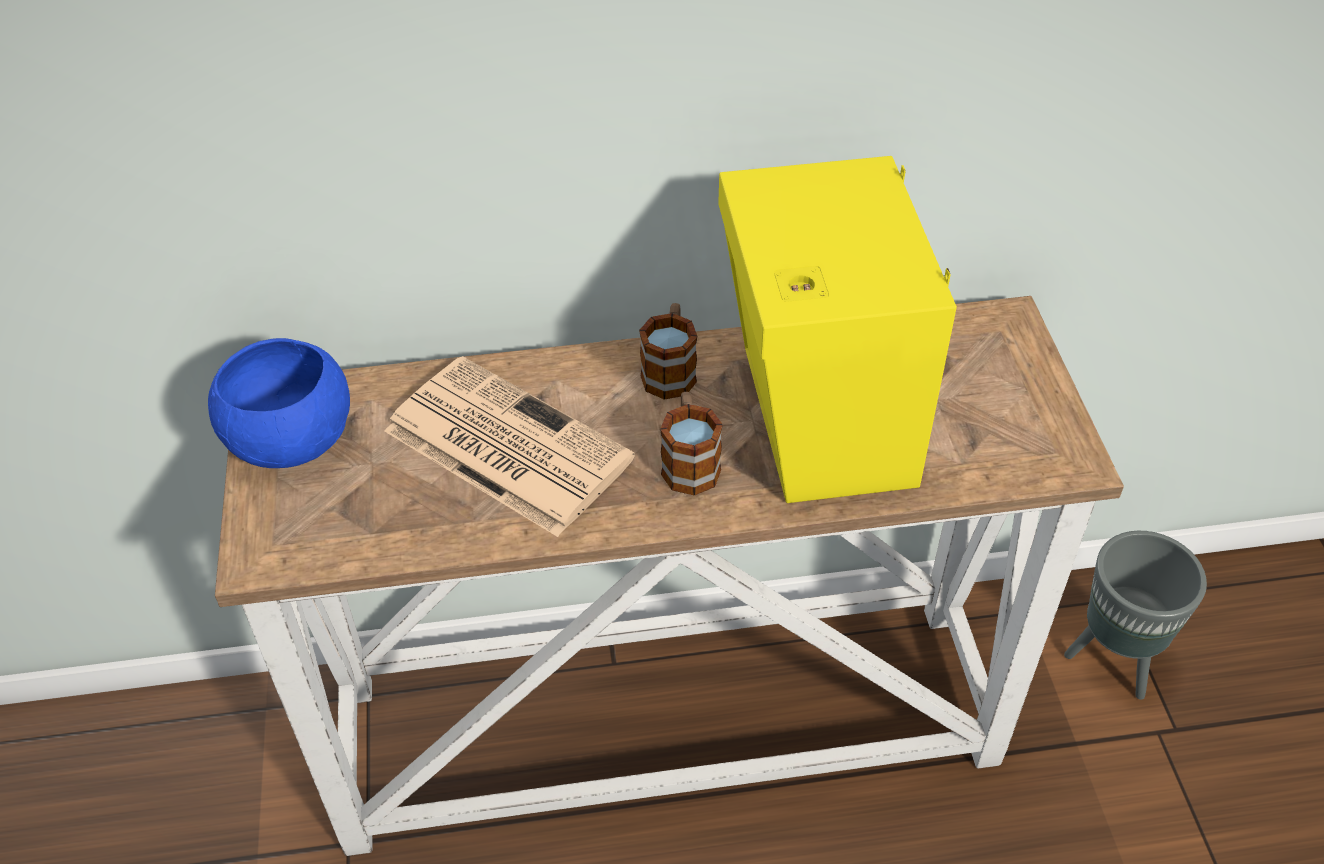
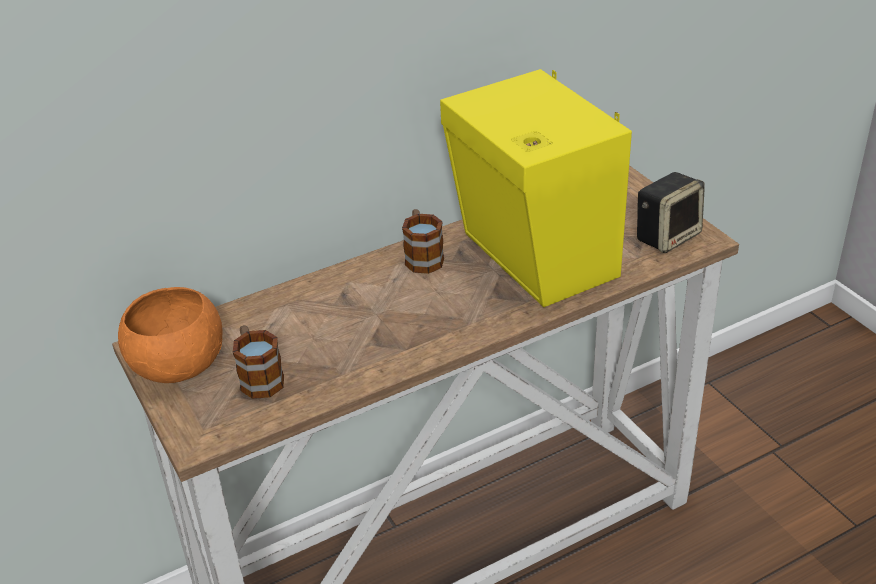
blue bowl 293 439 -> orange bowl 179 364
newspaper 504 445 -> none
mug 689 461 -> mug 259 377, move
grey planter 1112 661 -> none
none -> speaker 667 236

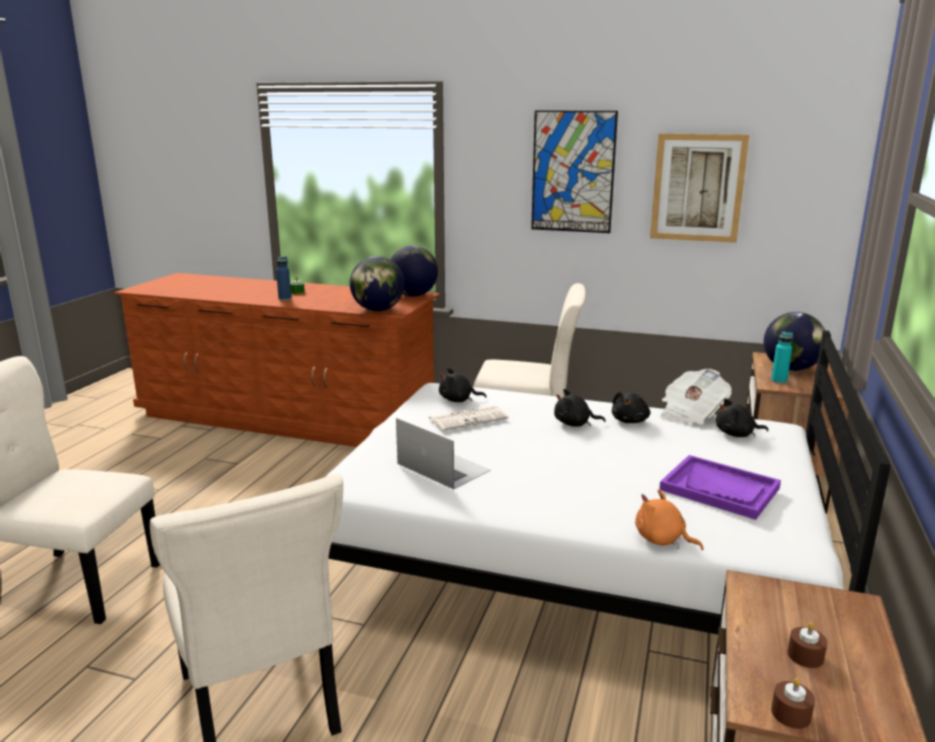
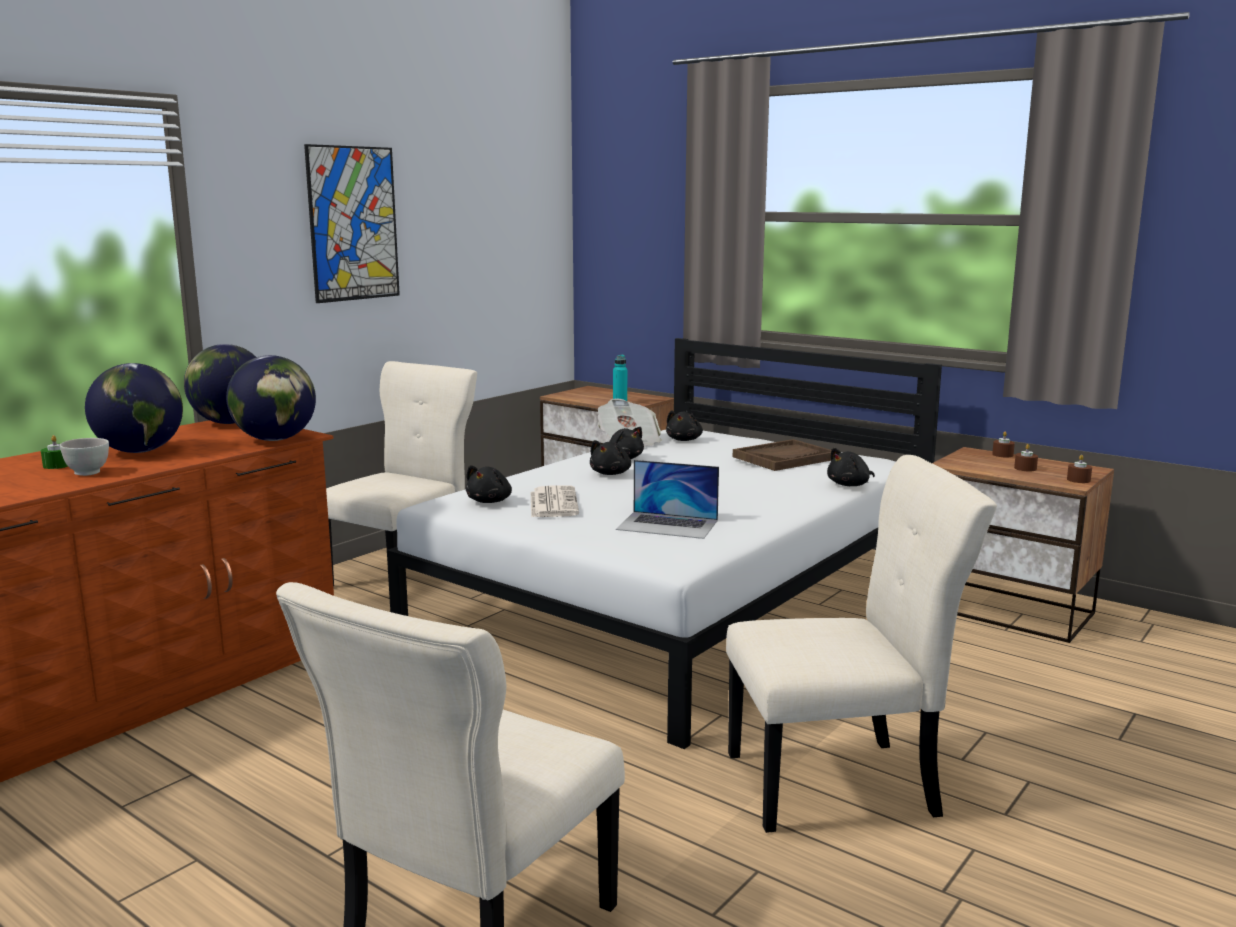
blue bottle 285 299 -> white bowl 88 473
laptop 443 467 -> laptop 668 525, 135 degrees counterclockwise
orange plush toy 662 540 -> black plush toy 850 485
picture 697 188 -> none
purple tray 720 489 -> brown tray 784 458
globe 790 369 -> globe 140 451, move
none -> brown candle 1002 455

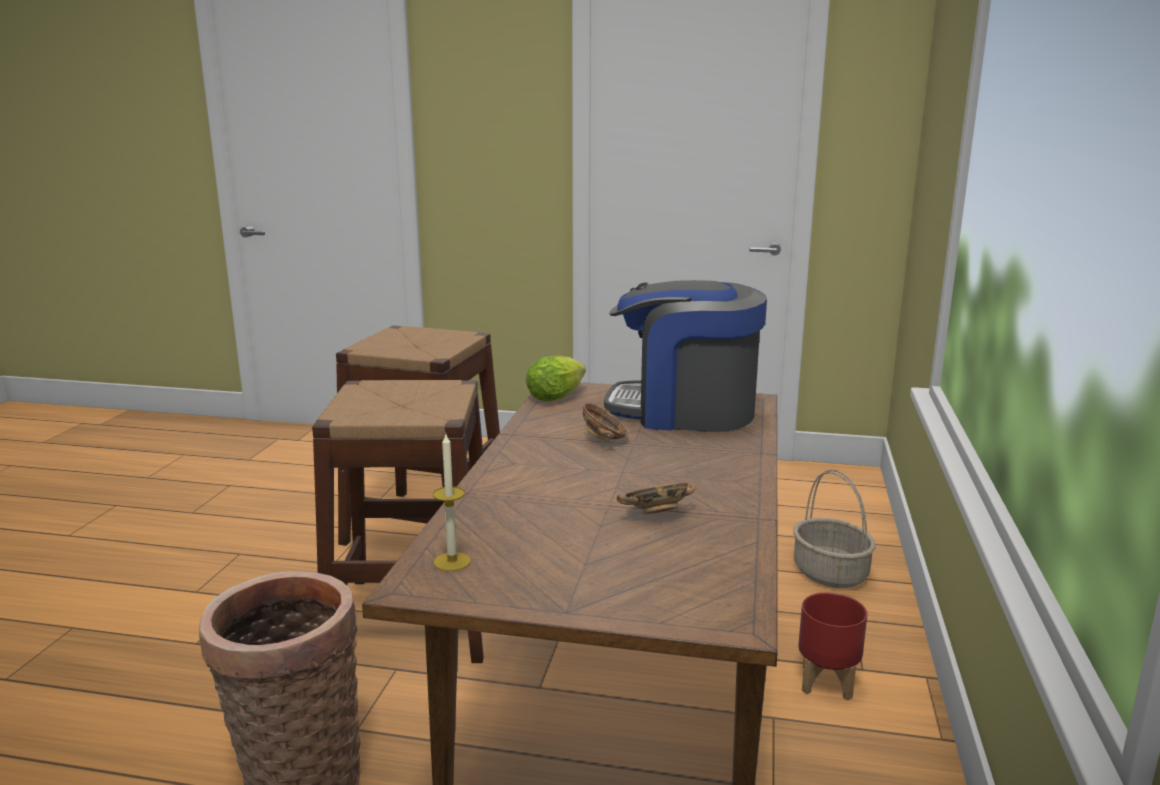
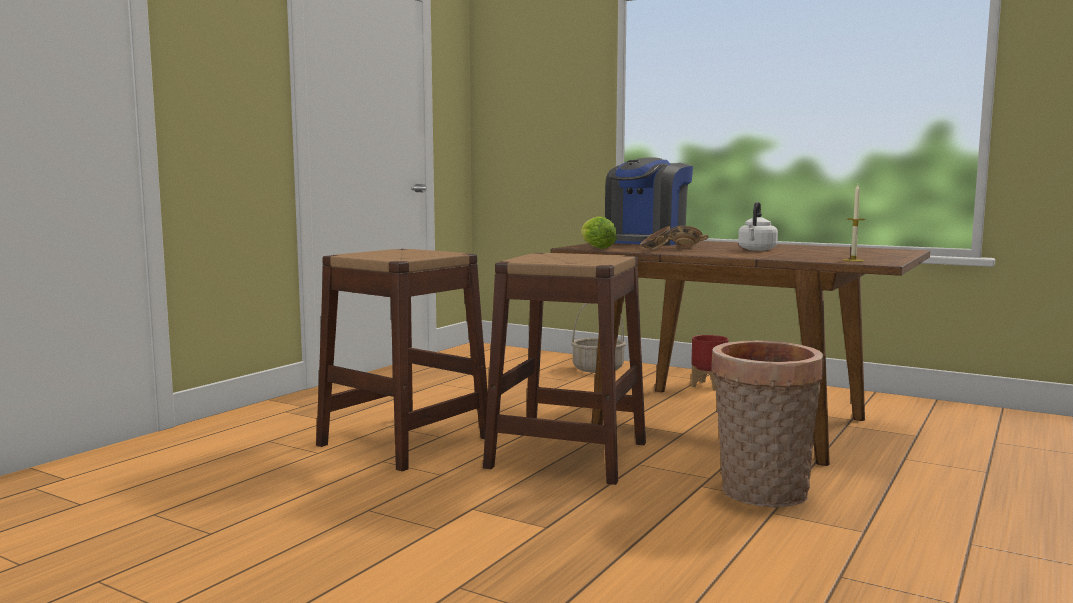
bowl 656 514 -> bowl 654 250, move
none -> white kettle 756 250

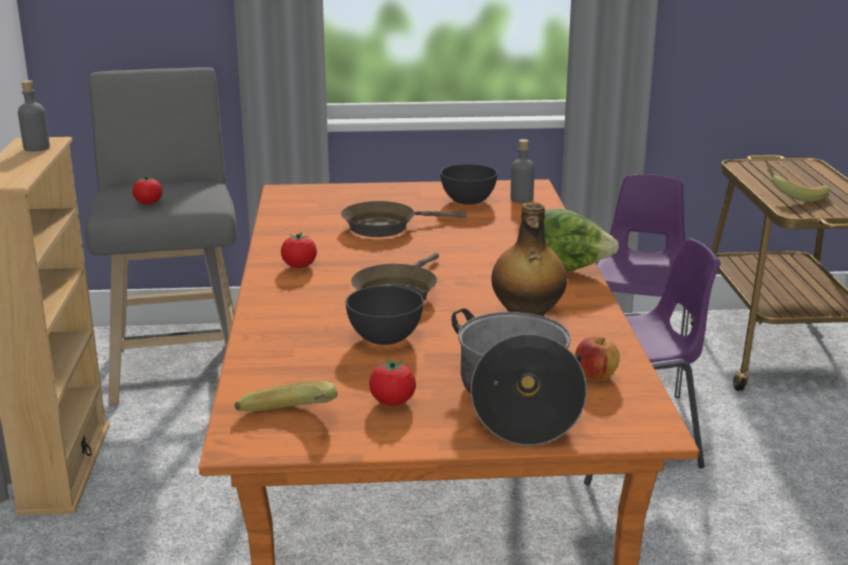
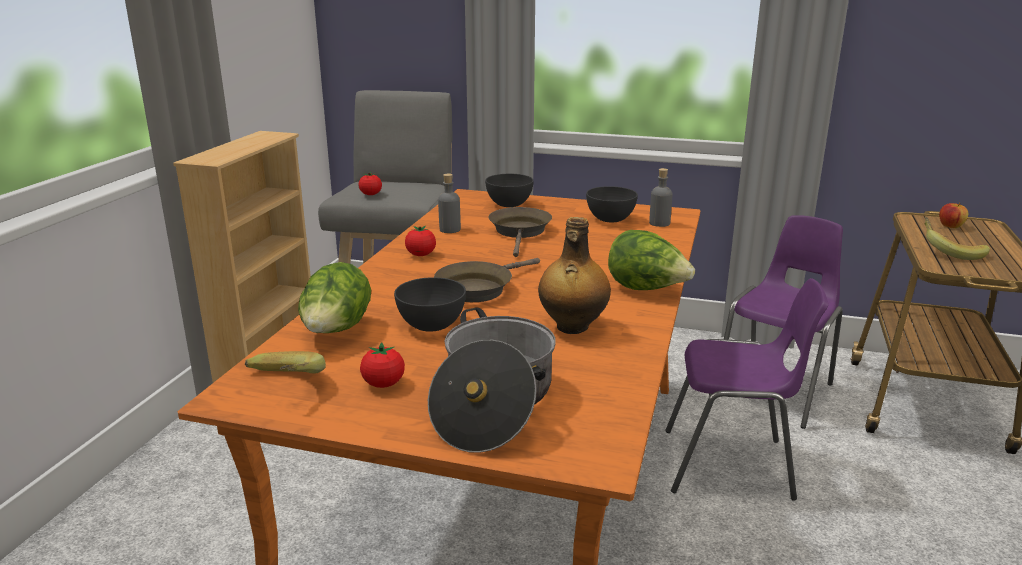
grey bottle 36 148 -> grey bottle 450 229, move
brown frying pan 385 227 -> brown frying pan 520 232, 90 degrees clockwise
apple 595 376 -> apple 950 226, move
none -> lettuce 336 332
none -> grey bowl 509 204

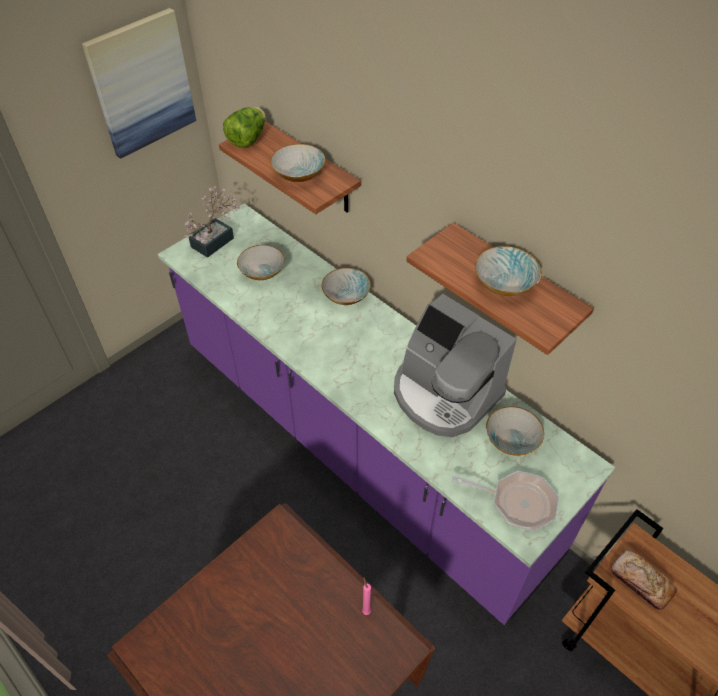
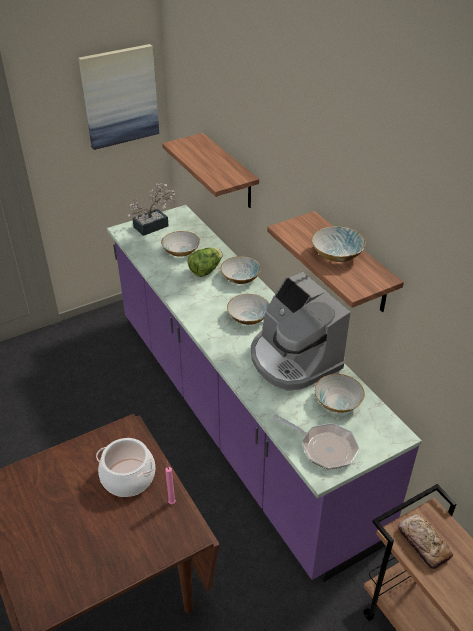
lettuce 247 139 -> lettuce 205 270, move
bowl 298 174 -> bowl 248 318, move
none -> cooking pot 128 477

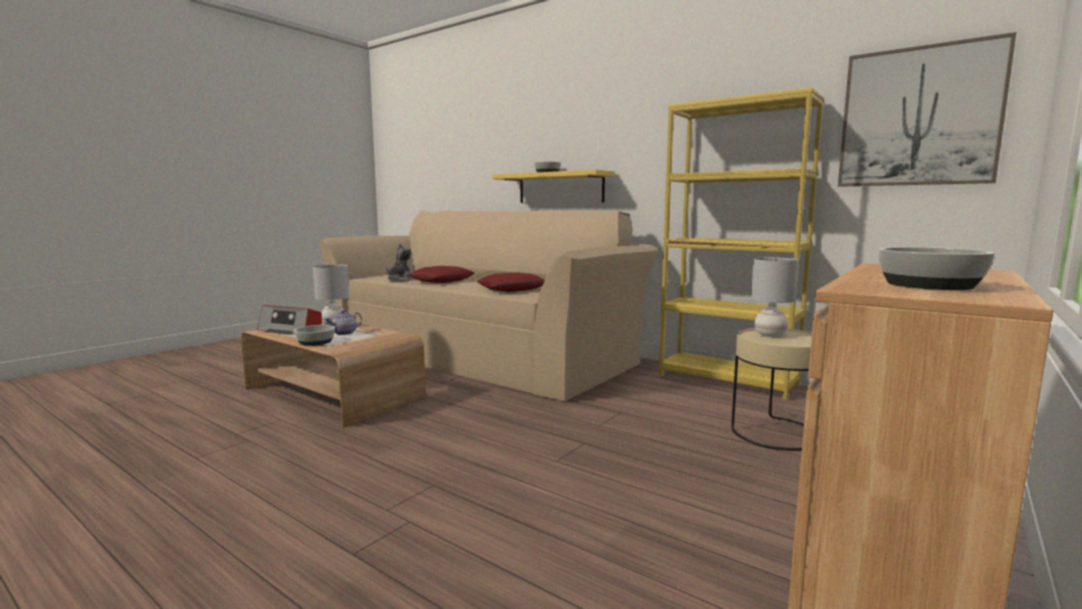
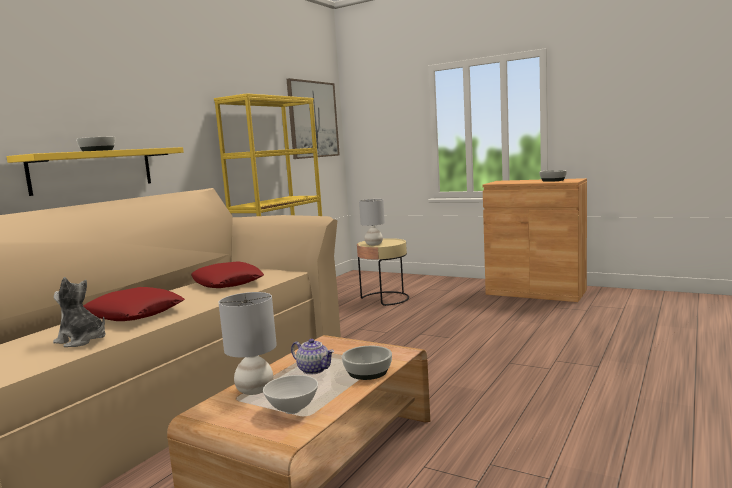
radio 291 330 -> white bowl 292 409

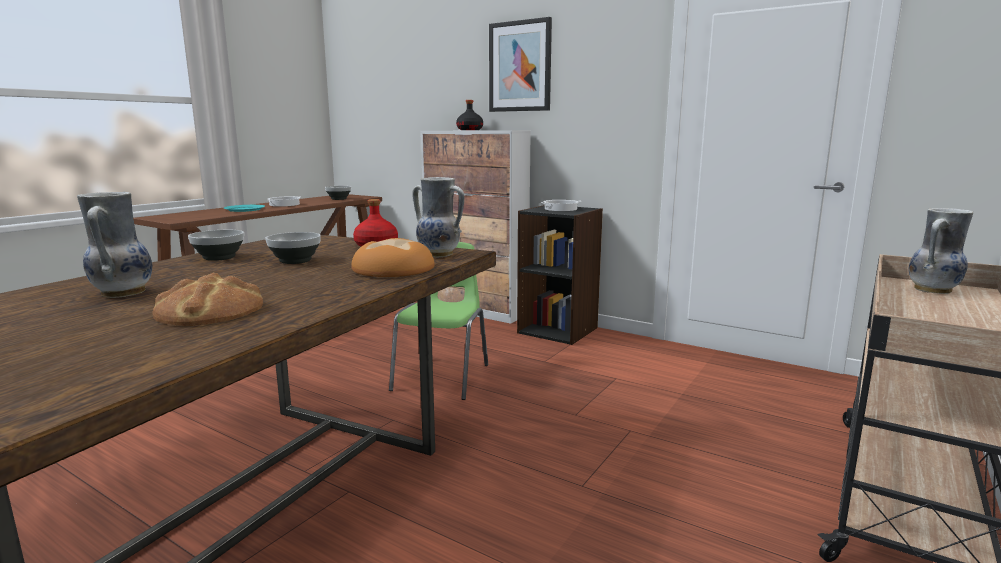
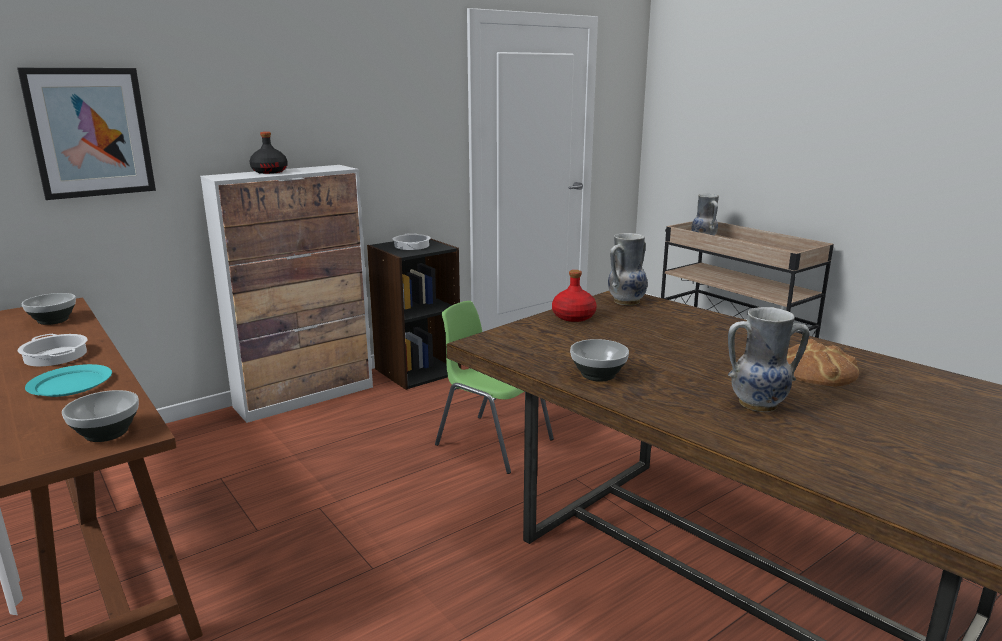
bowl 296 261 -> bowl 107 433, move
bread 394 269 -> none
picture 520 66 -> picture 90 133, move

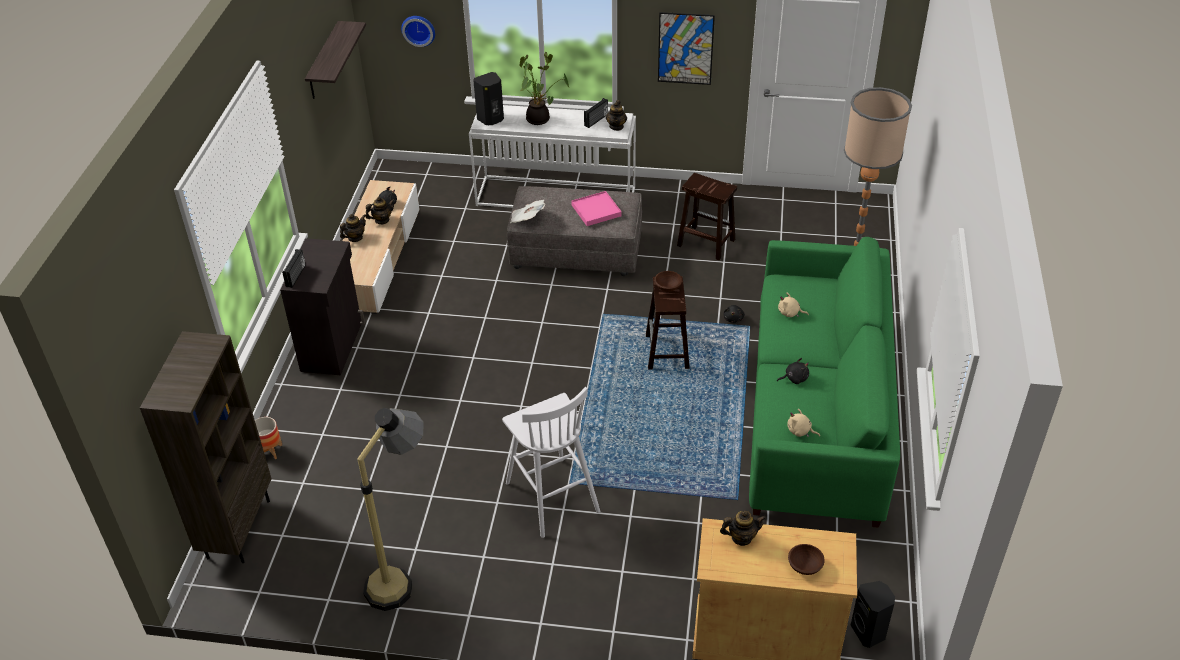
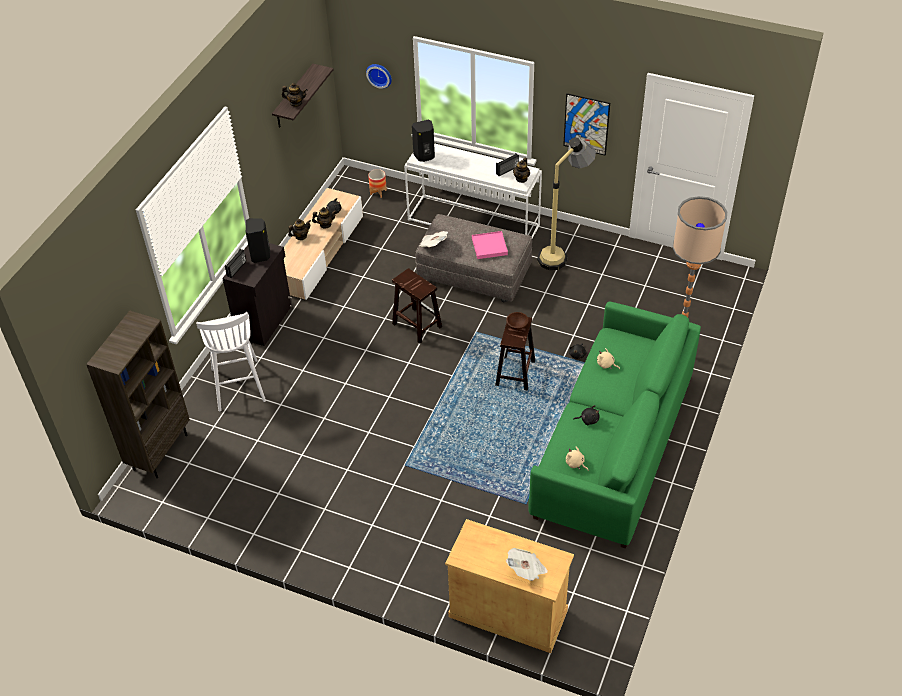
planter 270 450 -> planter 378 192, move
floor lamp 404 575 -> floor lamp 562 253, move
white stool 551 496 -> white stool 238 384, move
potted plant 540 119 -> none
brown stool 705 242 -> brown stool 416 325, move
teapot 741 537 -> teapot 296 103, move
brown bowl 805 565 -> newspaper 526 570
black speaker 869 632 -> black speaker 261 255, move

